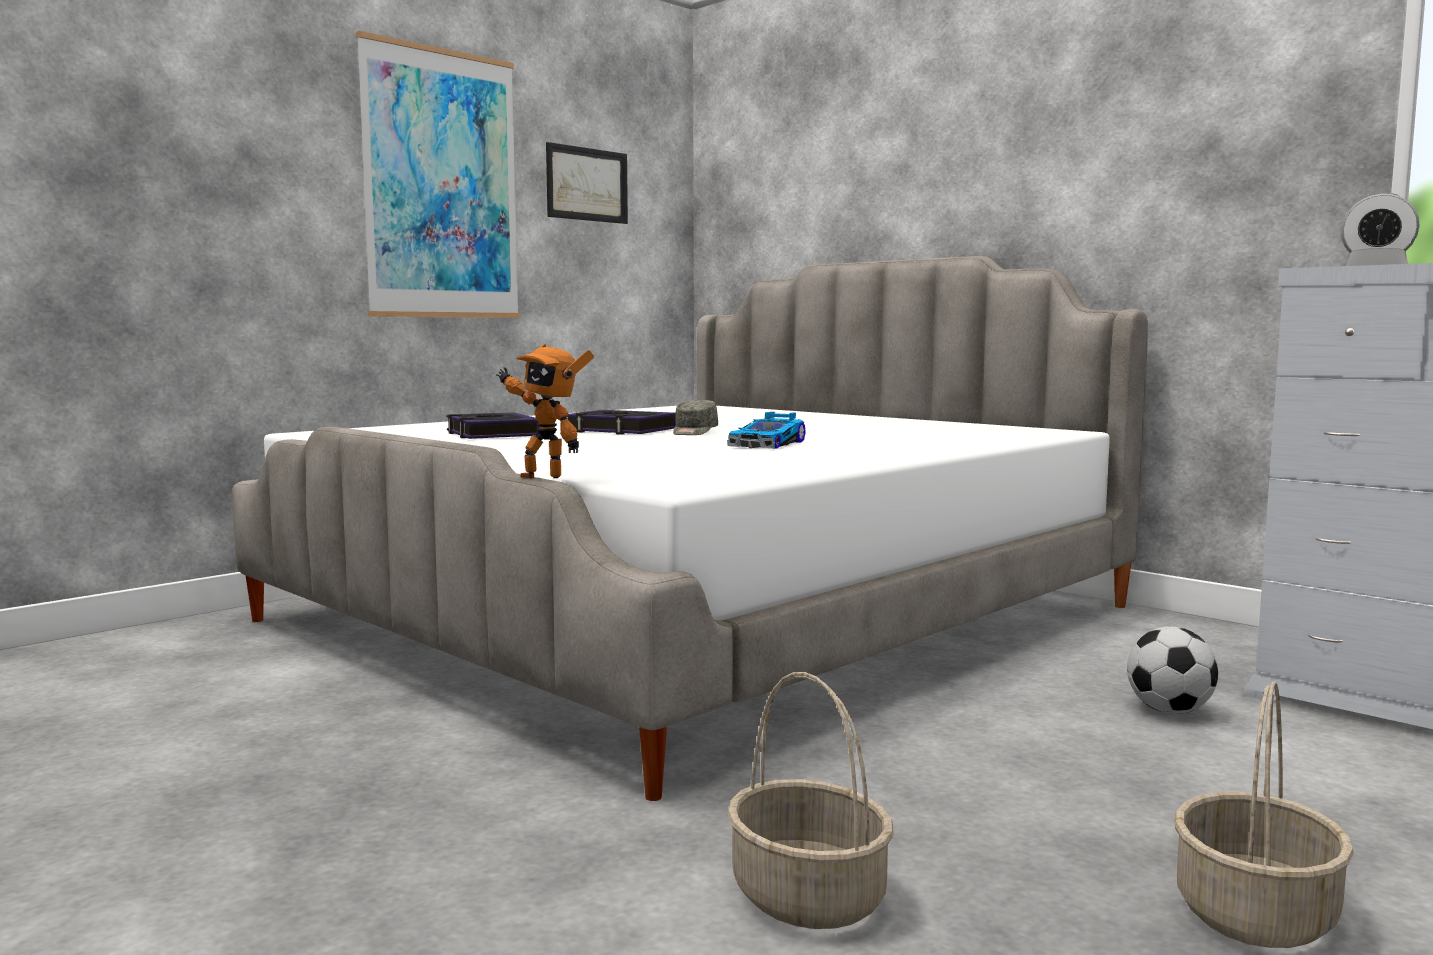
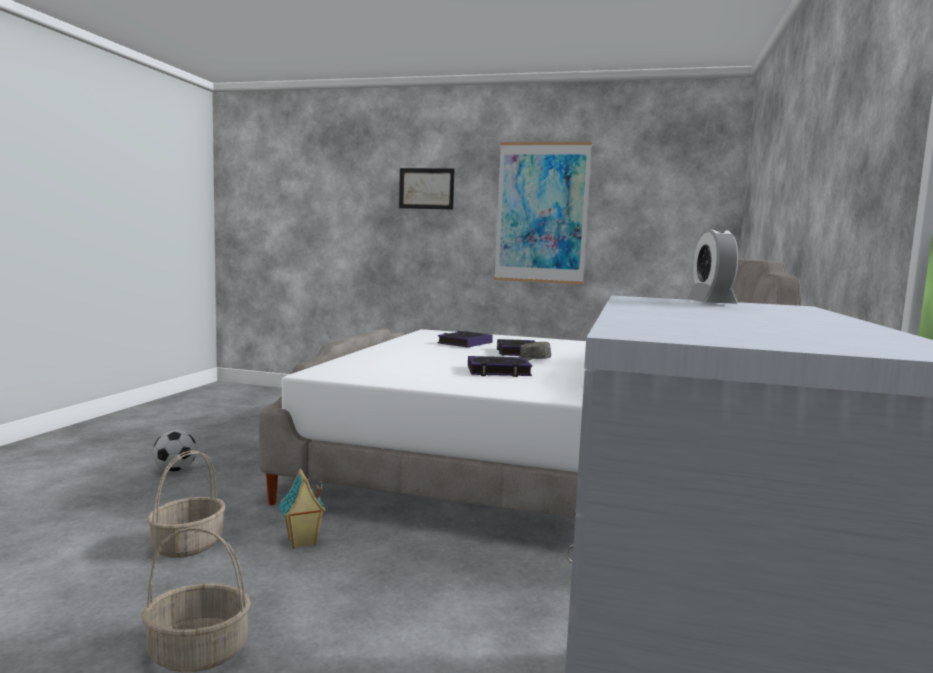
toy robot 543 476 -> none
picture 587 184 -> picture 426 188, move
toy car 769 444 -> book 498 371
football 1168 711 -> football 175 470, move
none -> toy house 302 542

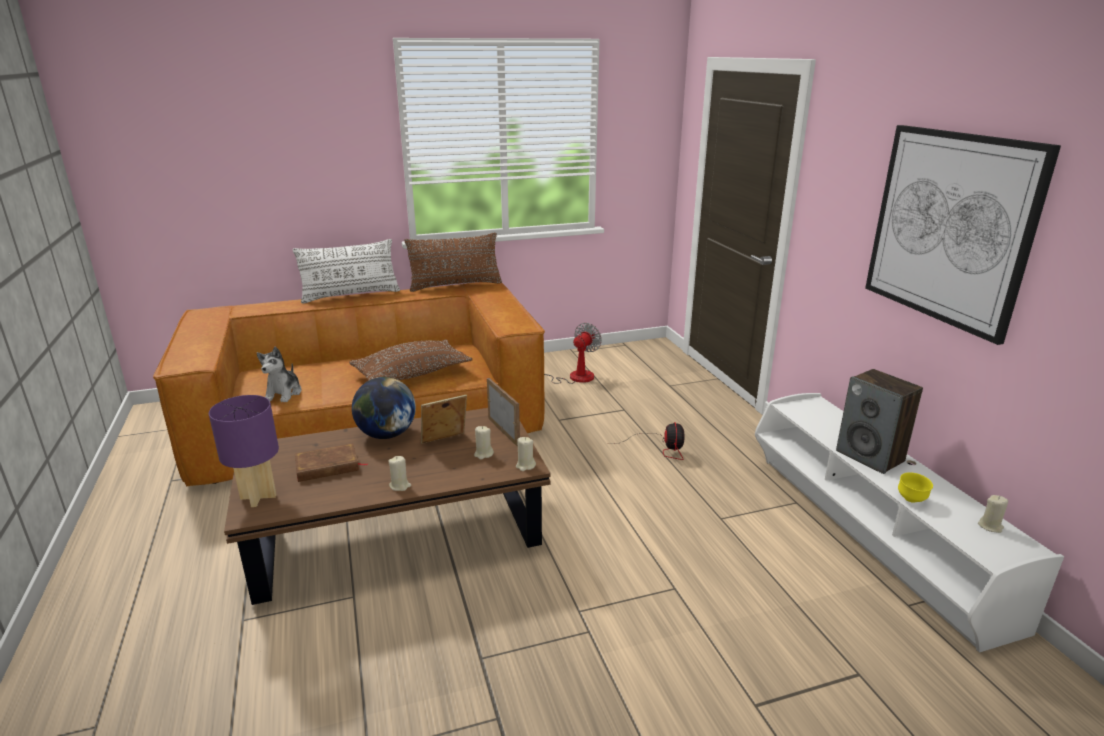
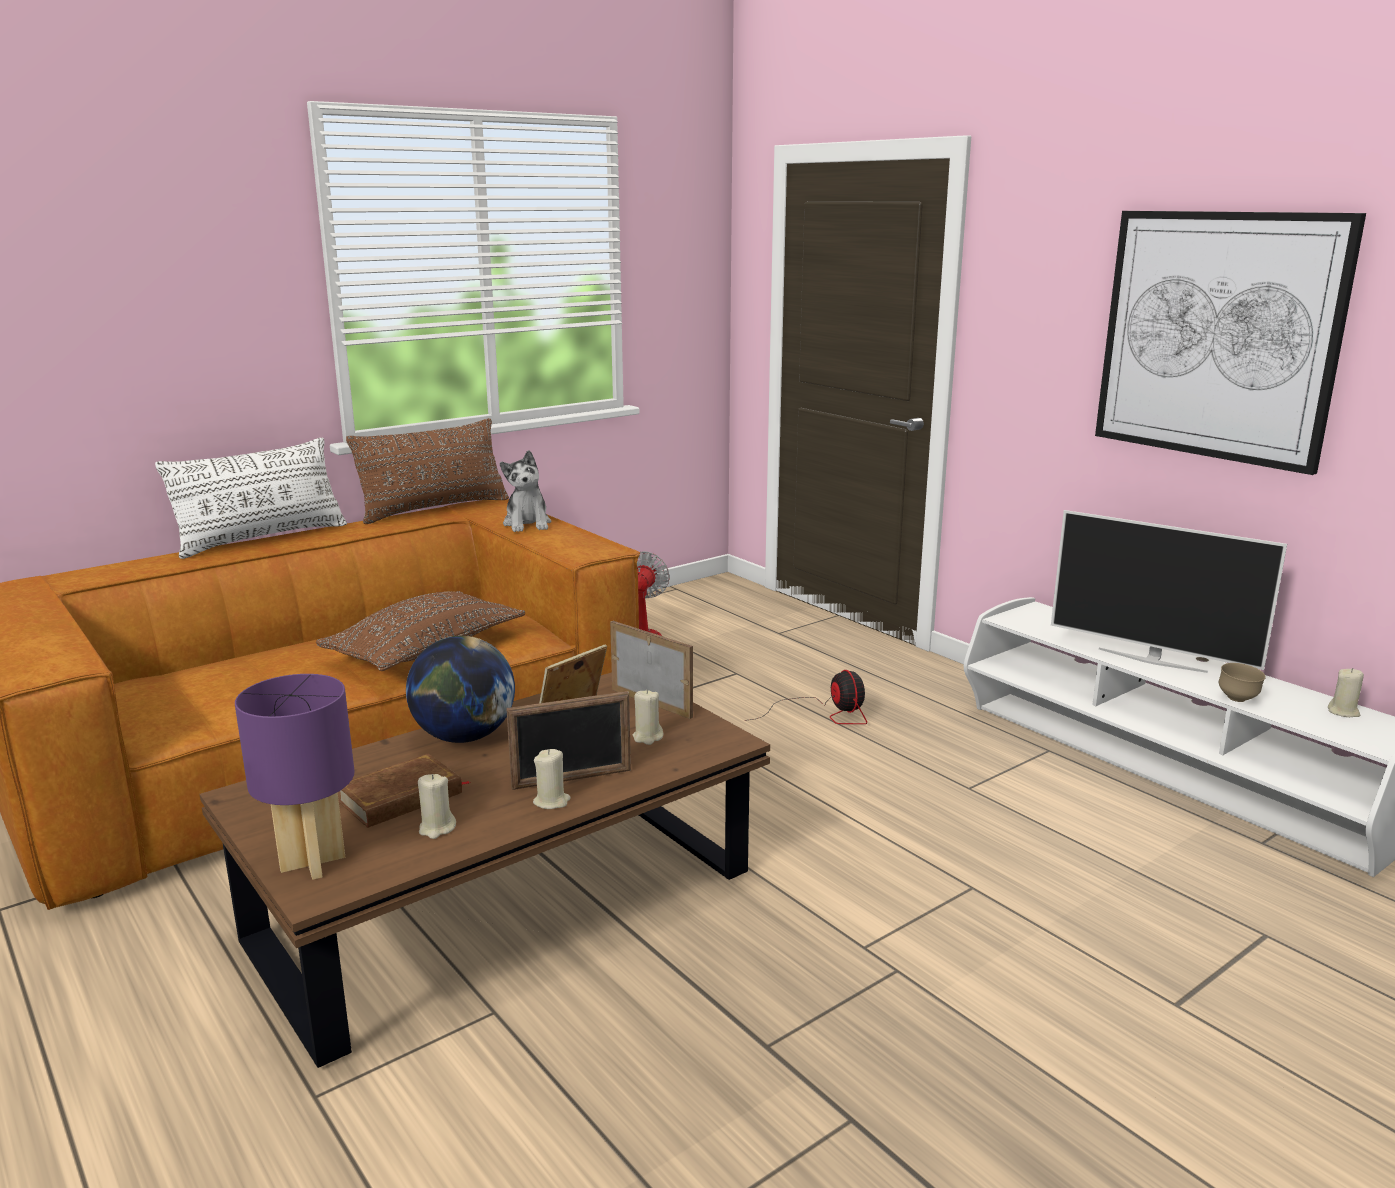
plush toy 284 393 -> plush toy 527 524, move
beige candle 525 466 -> beige candle 436 828, move
speaker 870 456 -> television 1152 660
yellow bowl 911 500 -> brown bowl 1238 699
none -> picture frame 572 779

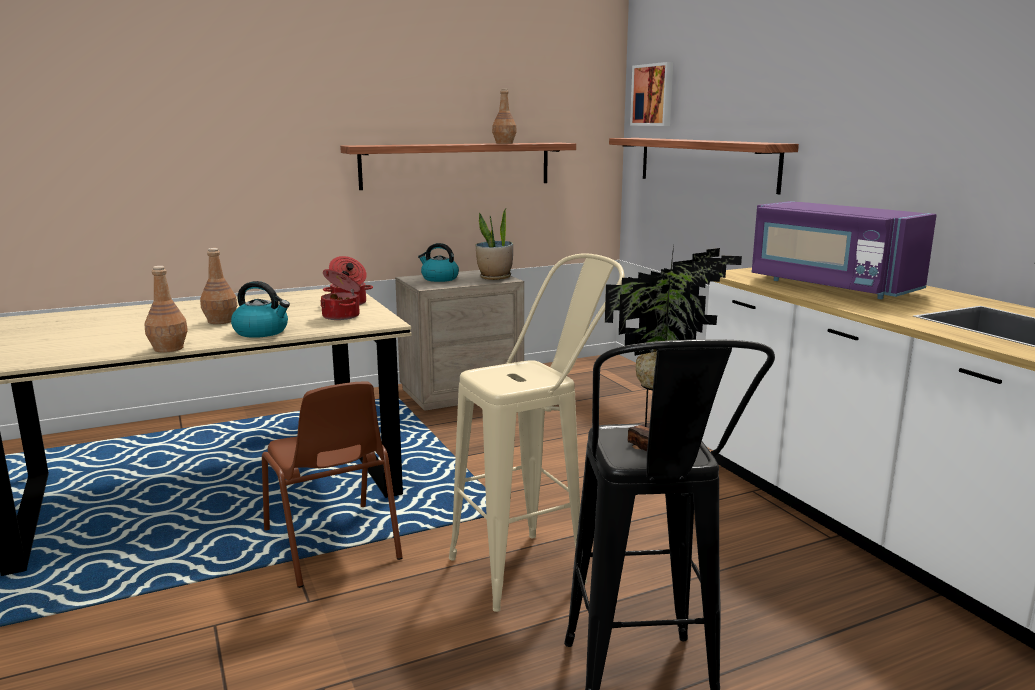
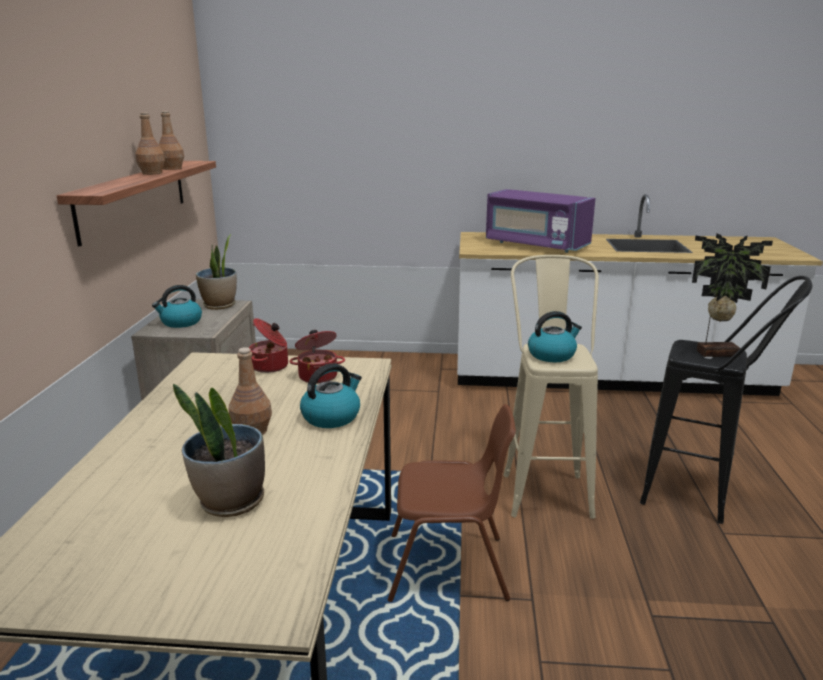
brown bottle 168 348 -> brown bottle 152 173, move
shelf 705 163 -> none
picture 653 95 -> none
purple microwave 830 286 -> purple microwave 535 245, 45 degrees clockwise
none -> potted plant 230 502
none -> kettle 552 355

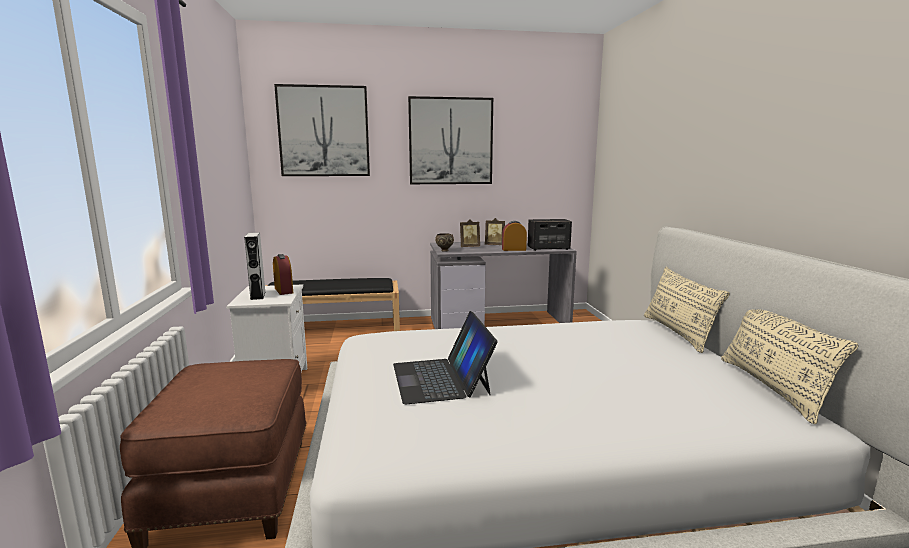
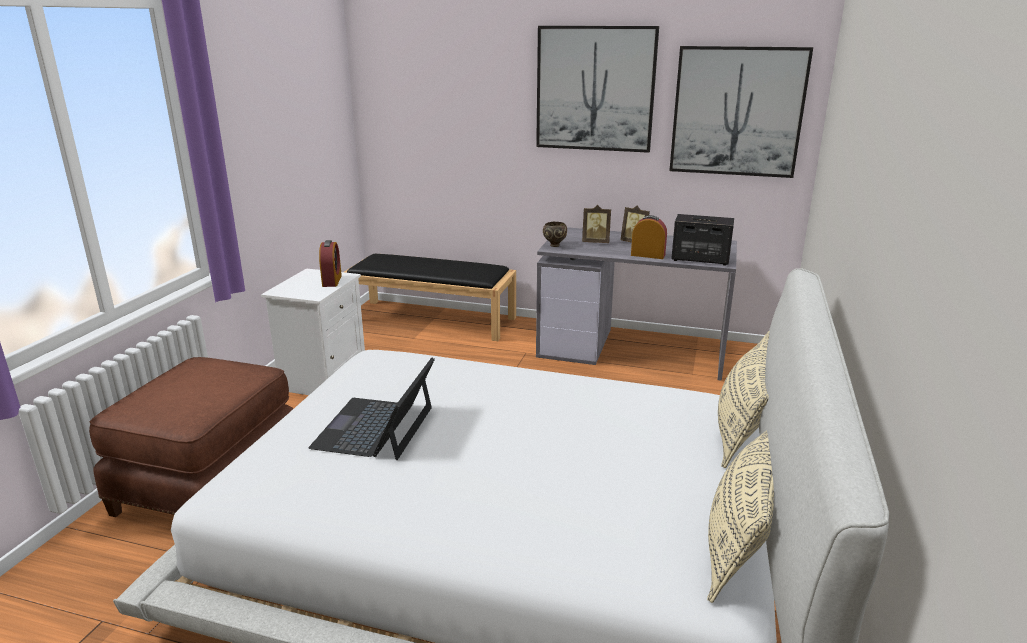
grey speaker 258 295 -> none
picture 324 131 -> picture 737 112, move

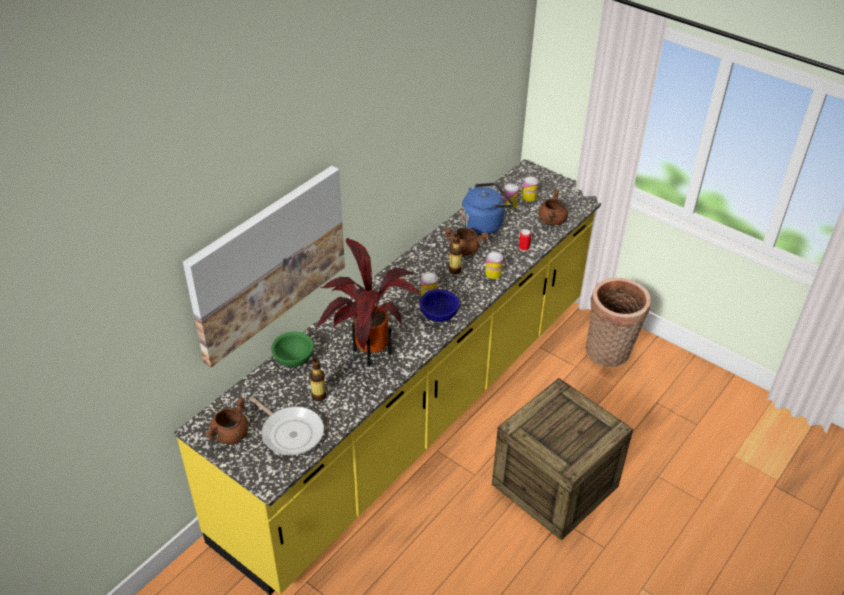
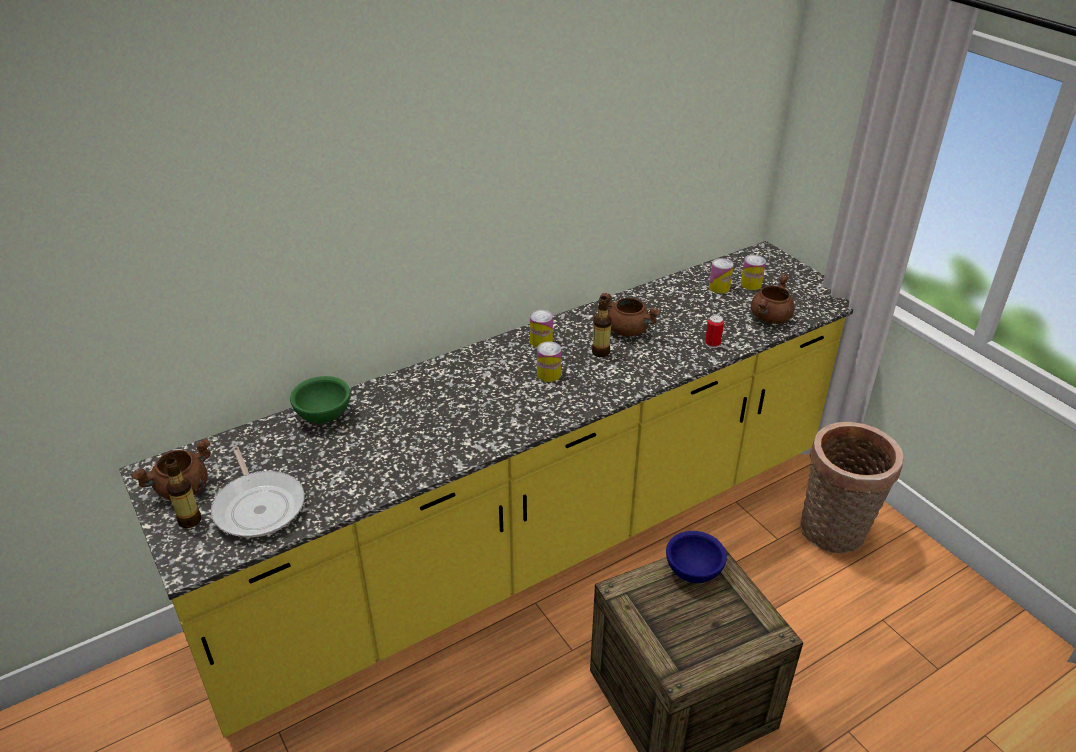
picture 268 262 -> none
bottle 319 396 -> bottle 189 520, move
potted plant 367 352 -> none
blue bowl 438 316 -> blue bowl 693 571, move
blue kettle 484 224 -> none
can 493 273 -> can 541 341, move

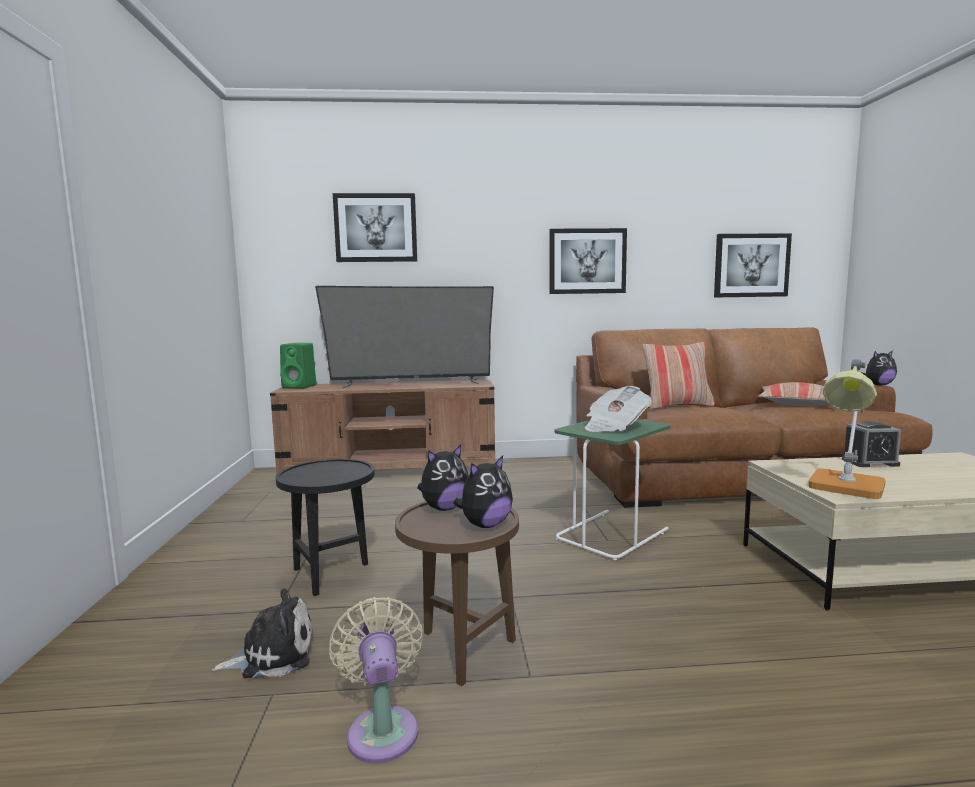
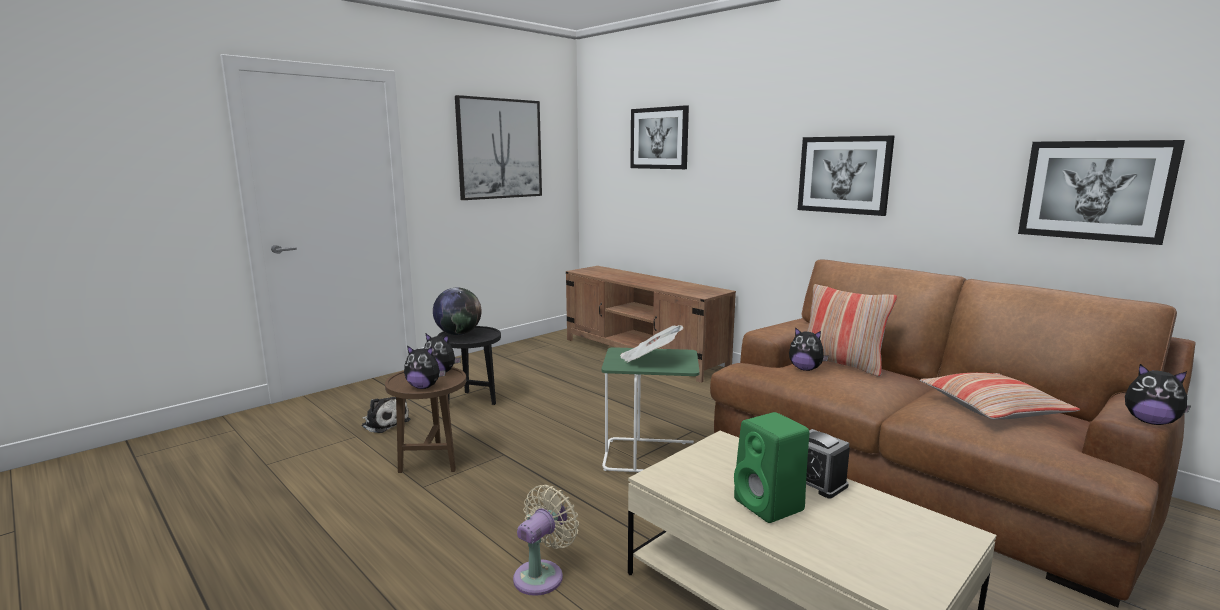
green speaker 300 386 -> green speaker 770 506, move
television 411 384 -> none
beige fan 382 728 -> beige fan 542 575, move
table lamp 845 488 -> none
none -> globe 458 333
none -> picture 499 149
none -> plush toy 805 369

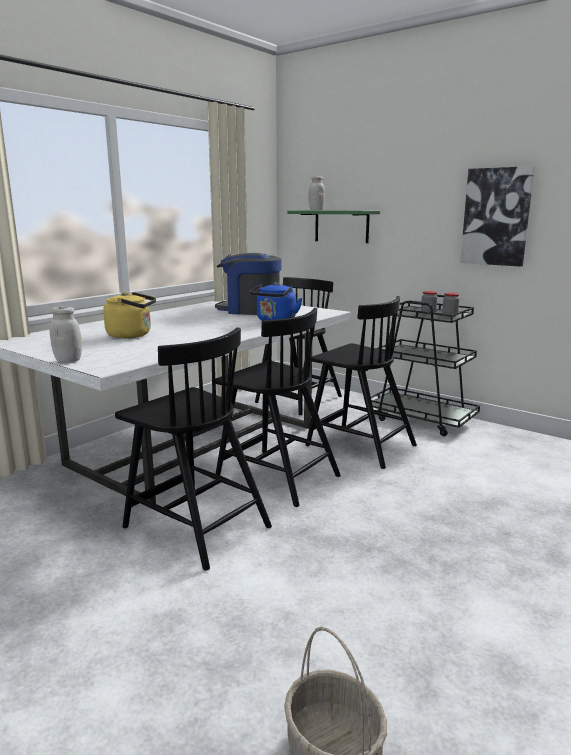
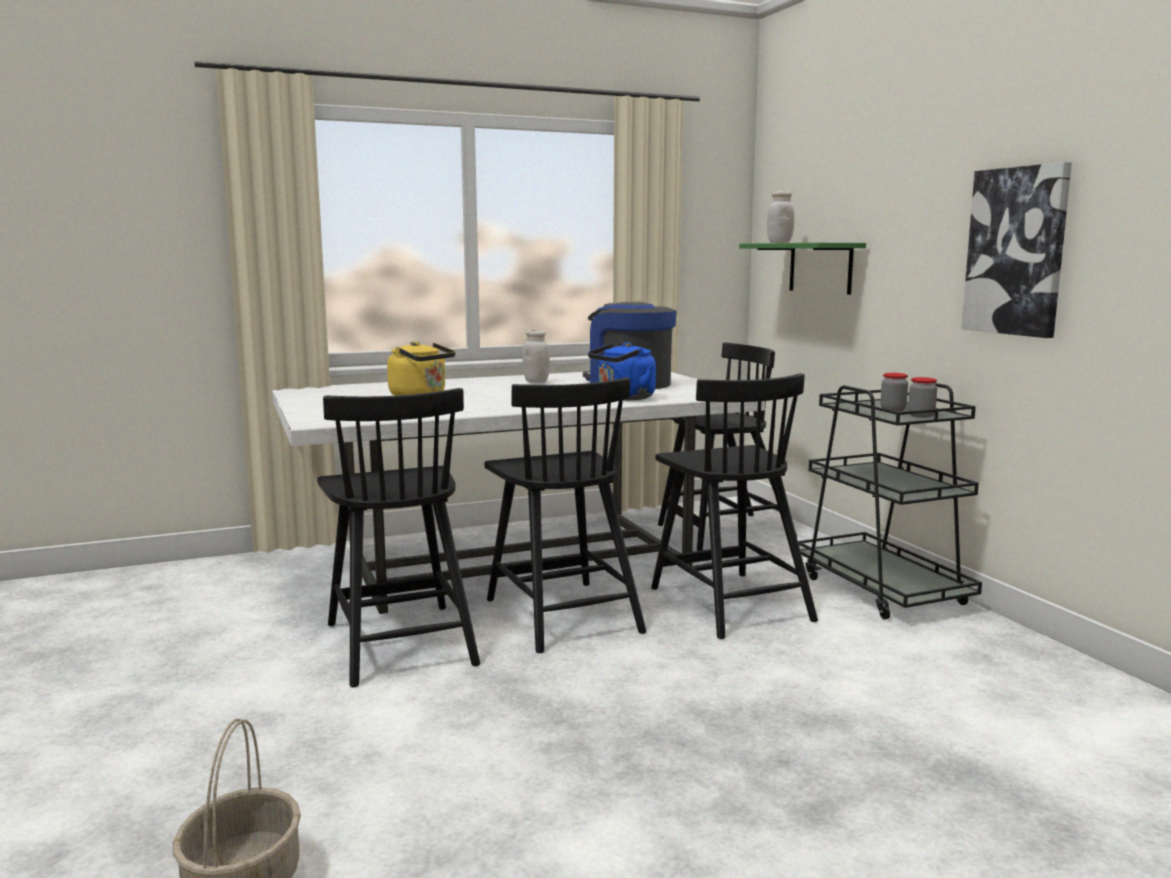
white jar 68 360 -> white jar 536 382, move

